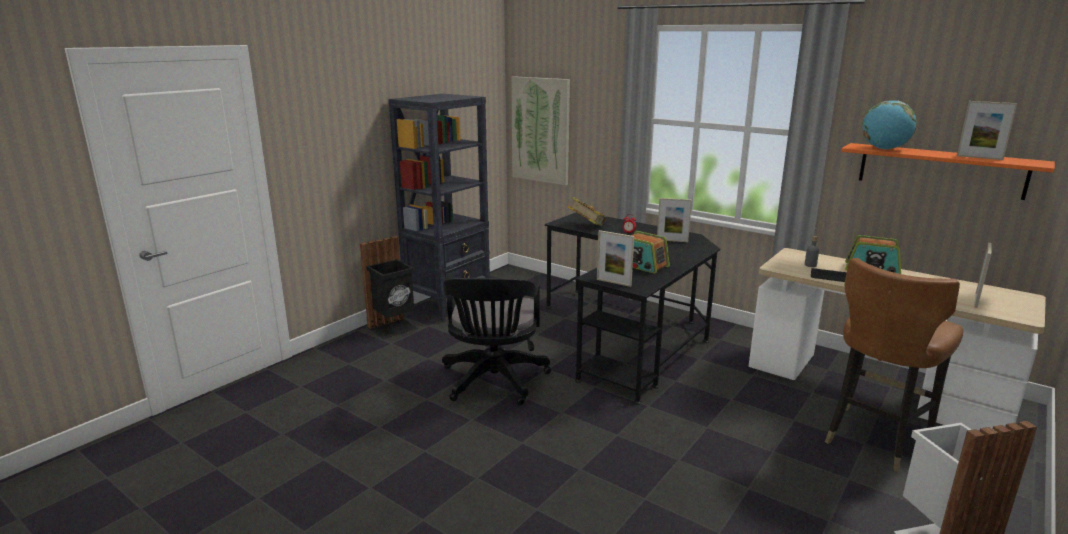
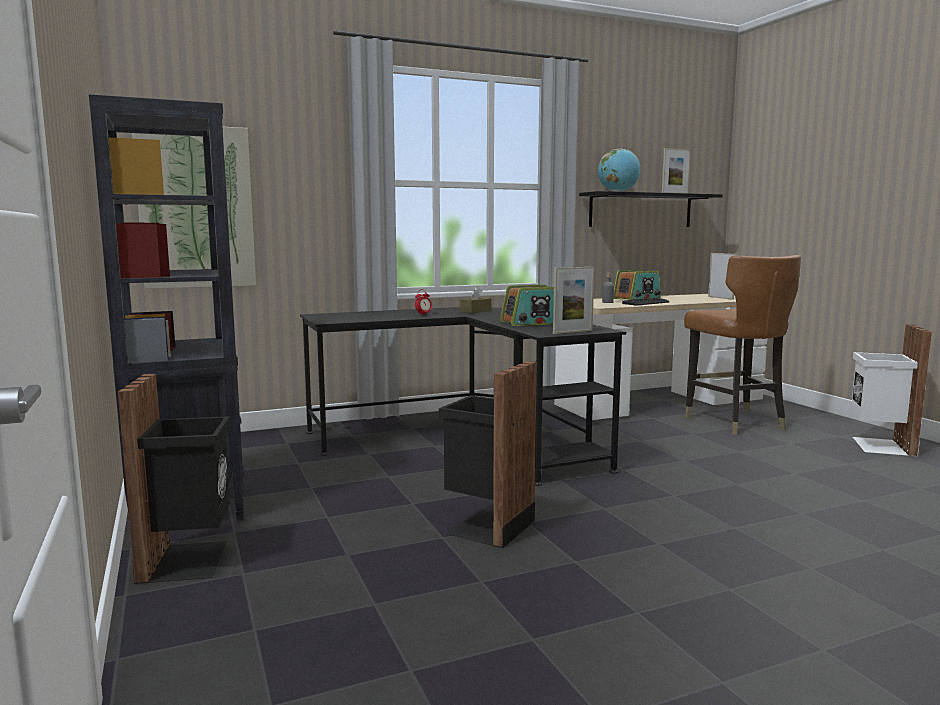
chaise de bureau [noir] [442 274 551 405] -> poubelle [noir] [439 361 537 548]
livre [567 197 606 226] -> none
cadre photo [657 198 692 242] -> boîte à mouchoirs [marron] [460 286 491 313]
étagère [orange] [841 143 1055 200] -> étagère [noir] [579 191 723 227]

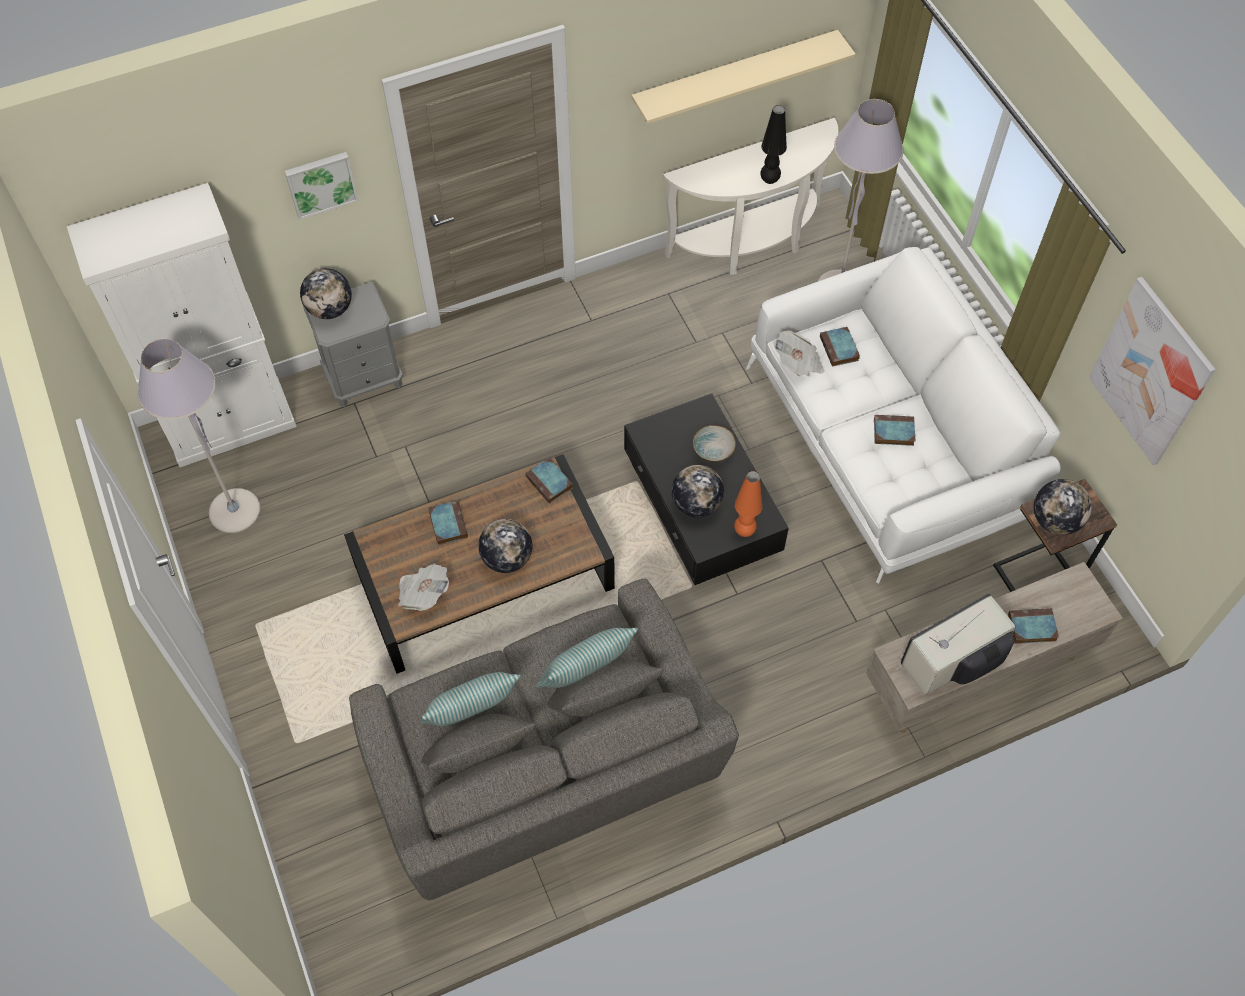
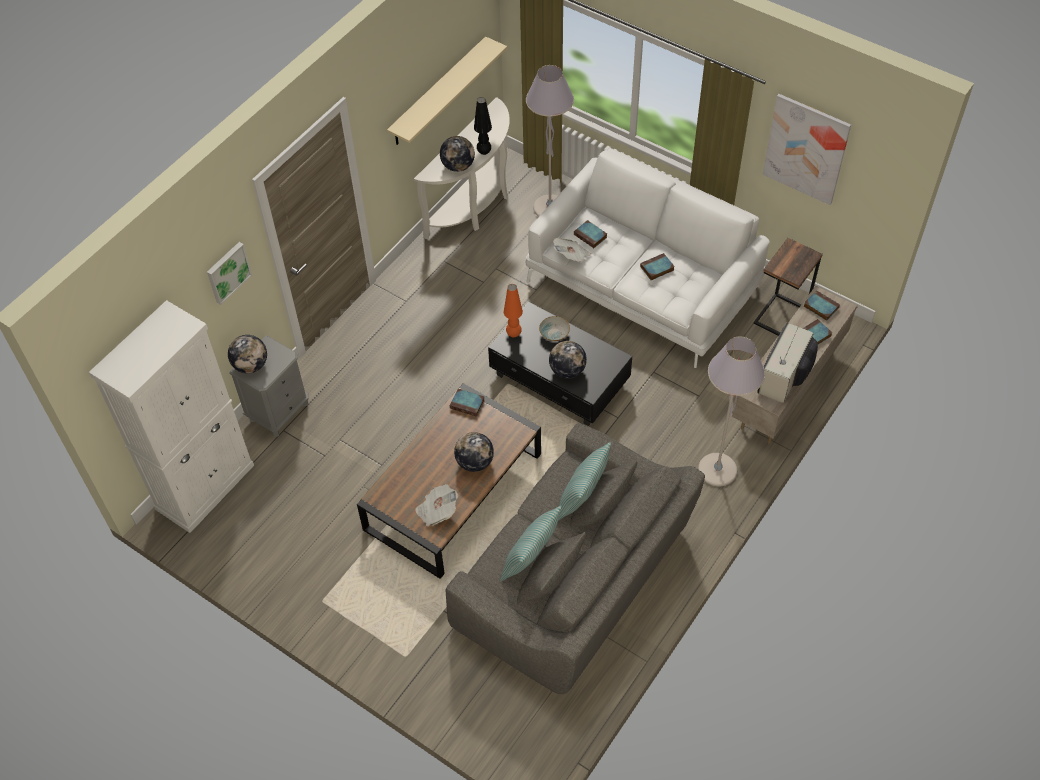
lampadaire [gris] [137 339 260 533] -> lampadaire [gris] [698 336 765 486], move
livre [429 500 468 545] -> livre [804 290 840 321], move
lampe de table [orange] [734 471 763 537] -> lampe de table [orange] [504 284 523 337], move
globe [1034 479 1092 535] -> globe [440 136 475 172], move

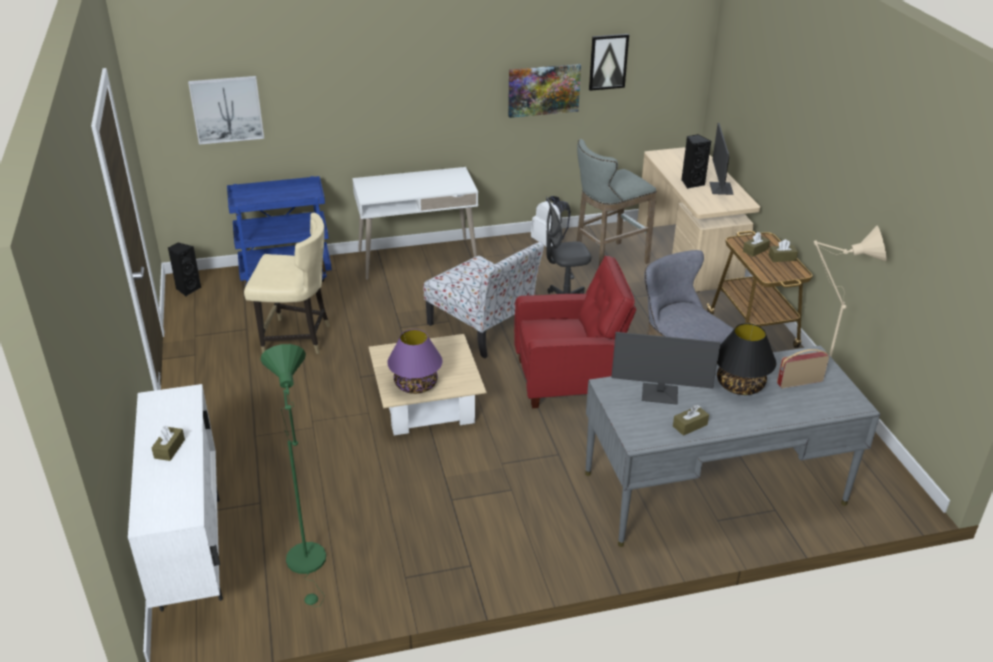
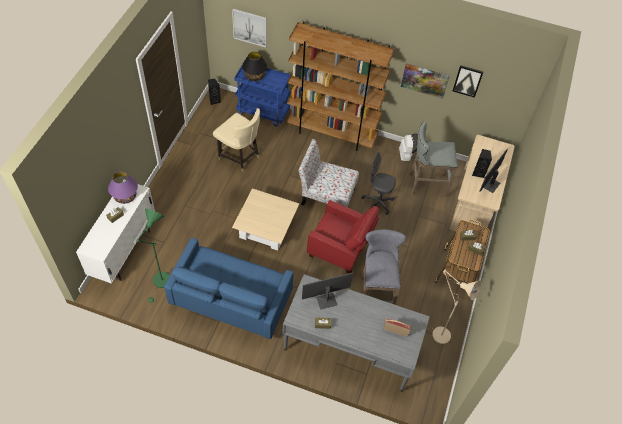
bureau [blanc] [352 167 478 280] -> bibliothèque [marron] [287 22 395 151]
lampe de table [violet] [387 329 443 394] -> lampe de table [violet] [108 172 138 204], move
chaise [423 242 544 358] -> chaise [298 139 359 207], 120 degrees clockwise
écran d'ordinateur [611 332 721 405] -> écran d'ordinateur [302 273 353 310], 120 degrees clockwise
lampe de table [noir] [717 323 776 395] -> lampe de table [noir] [242 52 267 81], move
none -> canapé [bleu] [164 238 294 339]

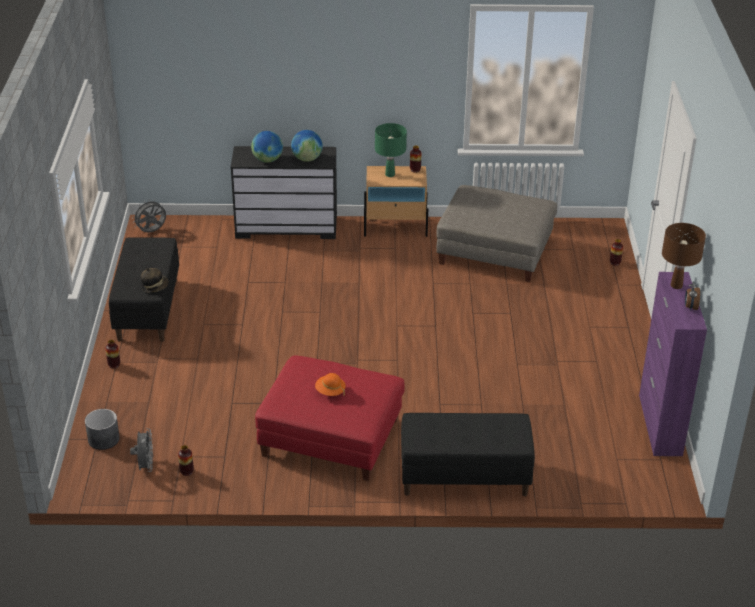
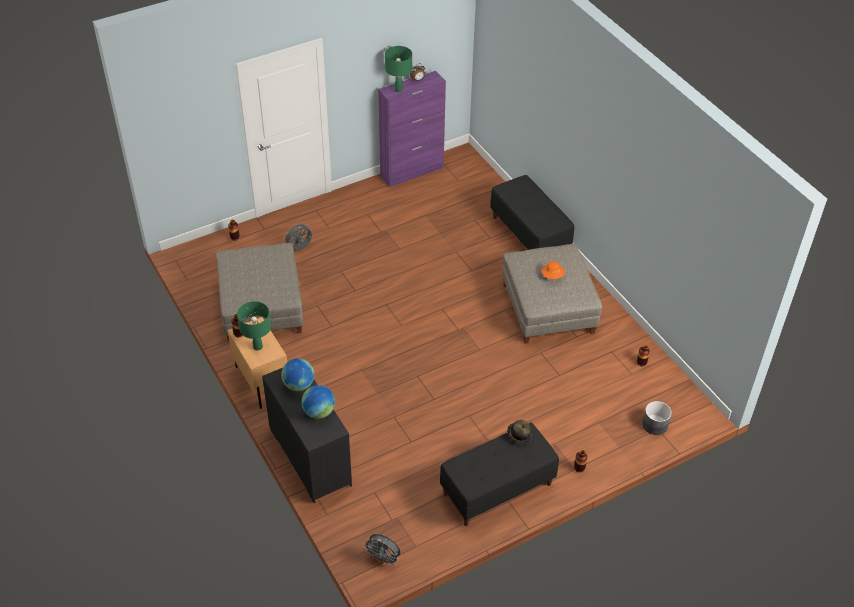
ventilateur [gris] [130 428 153 472] -> ventilateur [gris] [283 222 312 250], move
pouf [rouge] [255 355 405 481] -> pouf [gris] [502 244 602 344]
lampe de table [marron] [662 223 706 289] -> lampe de table [vert] [385 46 412 92]

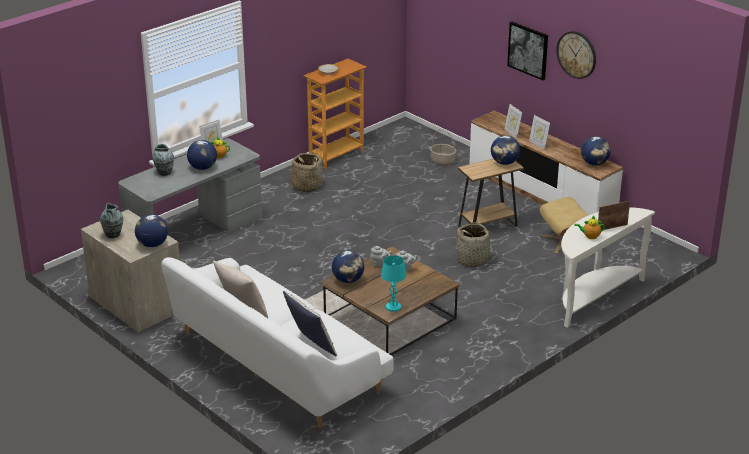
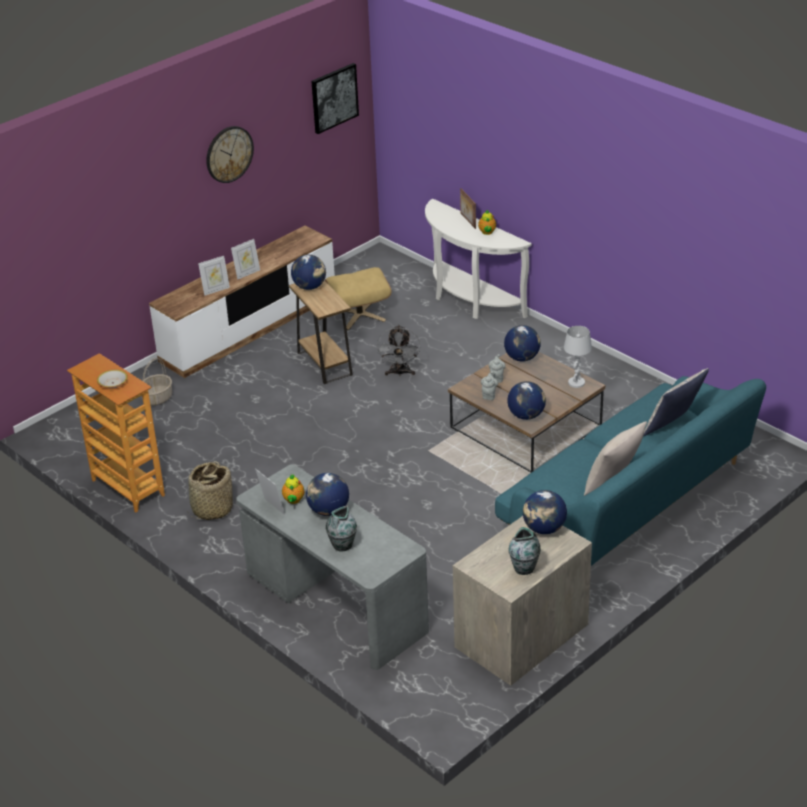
canapé [blanc] [161 257 394 428] -> canapé [turquoise] [495 376 766 566]
lampe de table [turquoise] [381 255 406 312] -> lampe de table [blanc] [564 326 592 388]
panier [453 222 493 267] -> ventilateur [gris] [377 325 420 375]
tableau [507 22 548 80] -> tableau [311 63 359 134], move
globe [581 136 610 166] -> globe [504 325 541 362], move

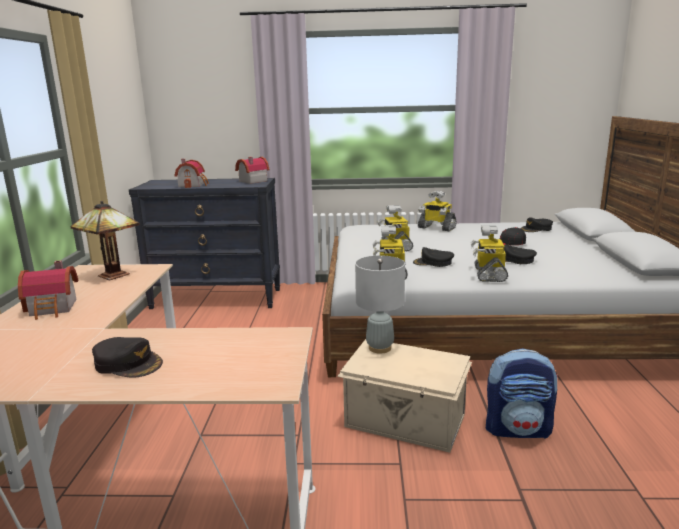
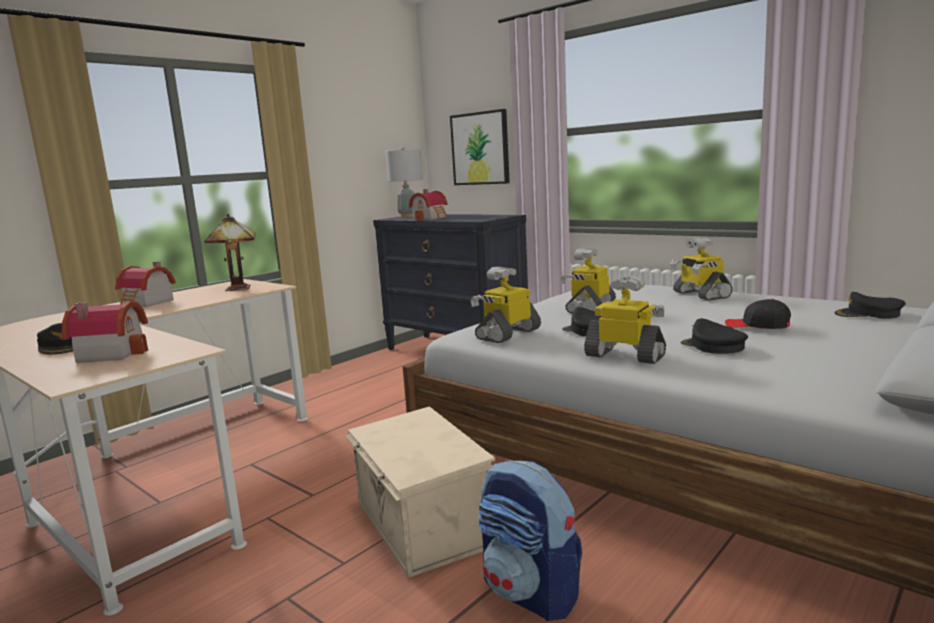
maison miniature [235 157 270 184] -> maison miniature [62 301 148 363], move
lampe de table [gris] [355 255 405 354] -> lampe de table [gris] [386 147 423 218], move
robot jouet [471 225 508 282] -> robot jouet [584 275 666 364], 75 degrees clockwise
none -> tableau [450 109 510 185]

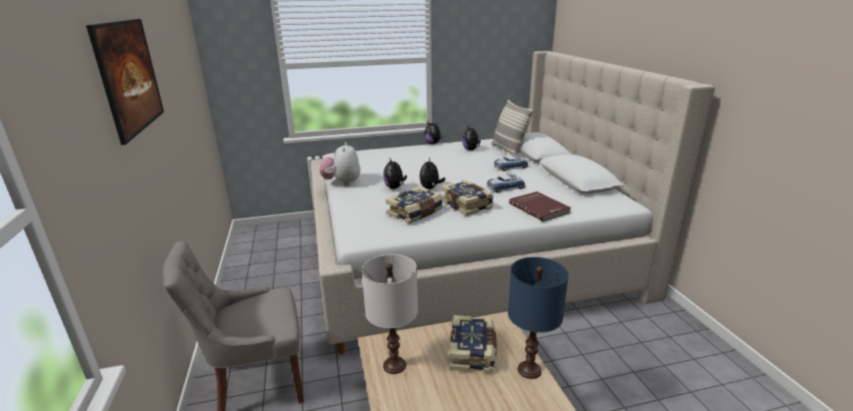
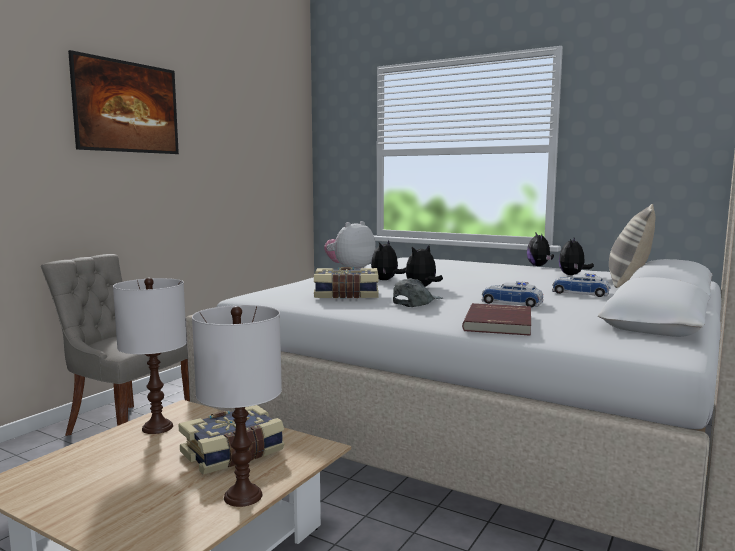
livre [440 180 493 216] -> casquette [gris] [393 278 443 307]
lampe de table [bleu] [508 257 569 379] -> lampe de table [blanc] [192 305 282 507]

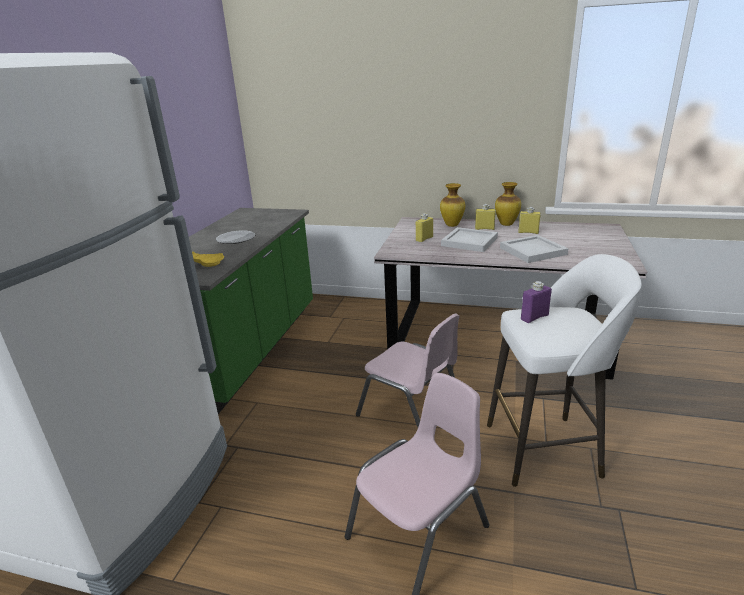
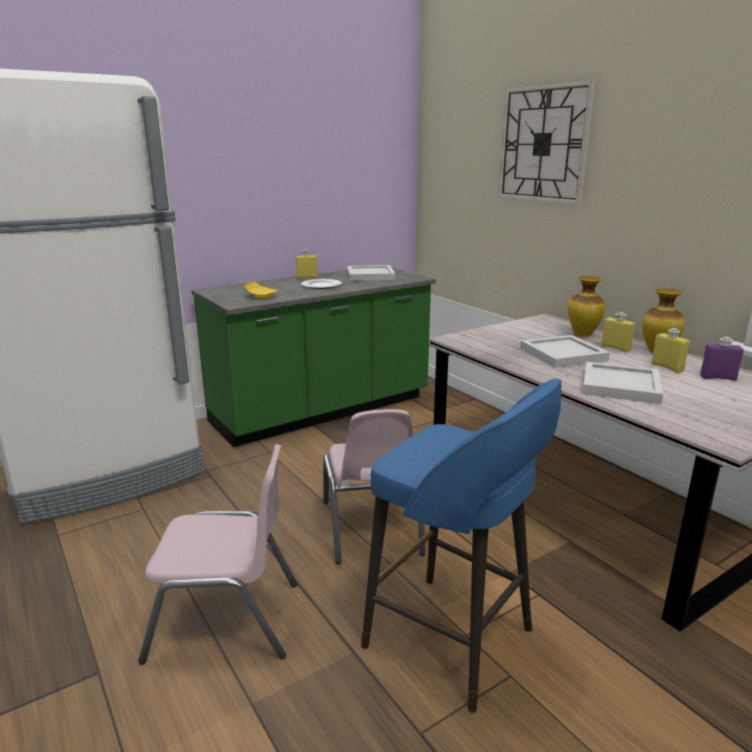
bouteille [jaune] [416 213 433 242] -> bouteille [jaune] [296 250 317 279], move
tabouret [blanc] [487 254 641 487] -> tabouret [bleu] [361 378 562 713]
bouteille [violet] [521 281 552 323] -> bouteille [violet] [700 337 744 381], move
none -> plateau [blanc] [347 265 396 281]
none -> horloge murale [498 80 596 205]

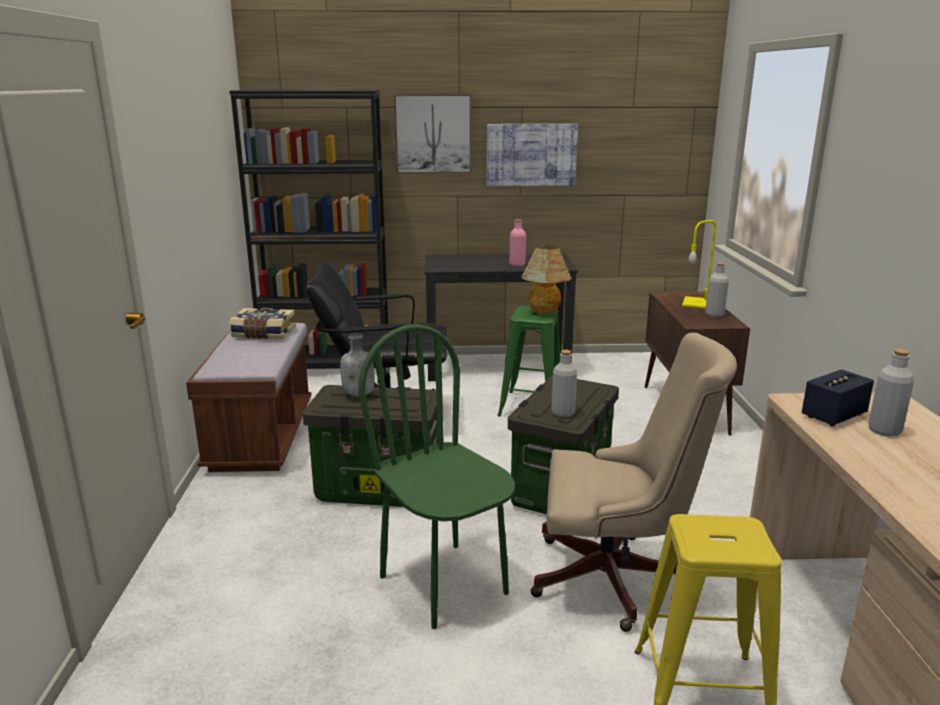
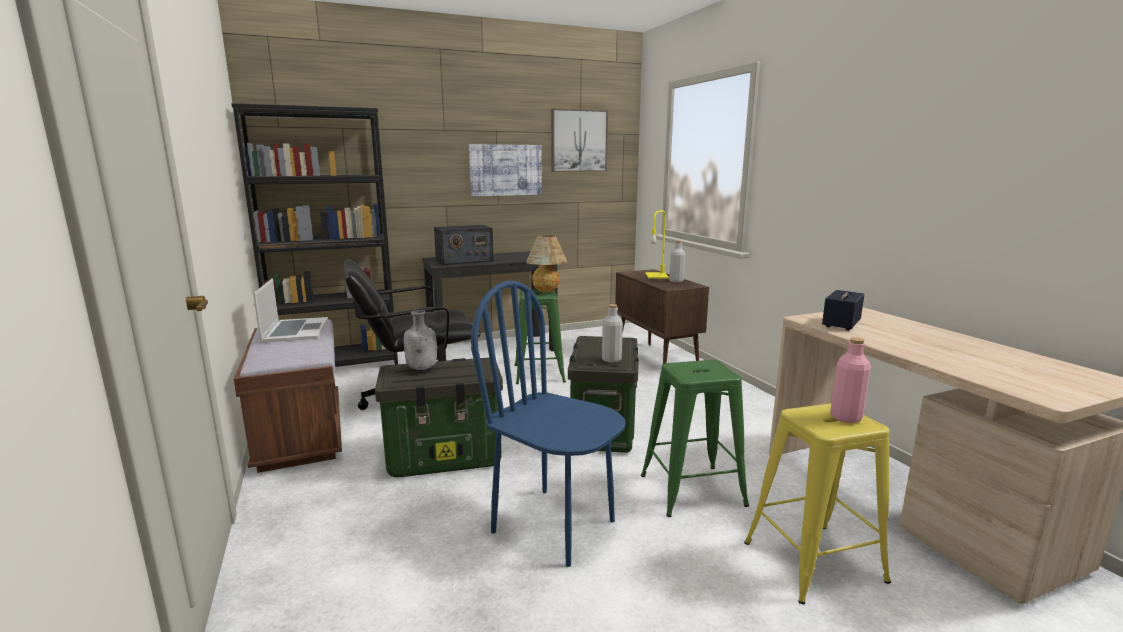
livre [229 308 296 339] -> ordinateur portable [253 278 328 342]
chaise [vert] [358 324 515 629] -> chaise [bleu] [471 281 625 567]
tableau [394 94 472 174] -> tableau [551 108 608 172], move
bouteille [rose] [509 219 526 267] -> bouteille [rose] [830 337 871 423], move
chaise de bureau [beige] [531 333 737 632] -> tabouret [vert] [641 360 749 517]
bouteille [gris] [868 349 914 437] -> none
none -> radio [434 225 494 265]

